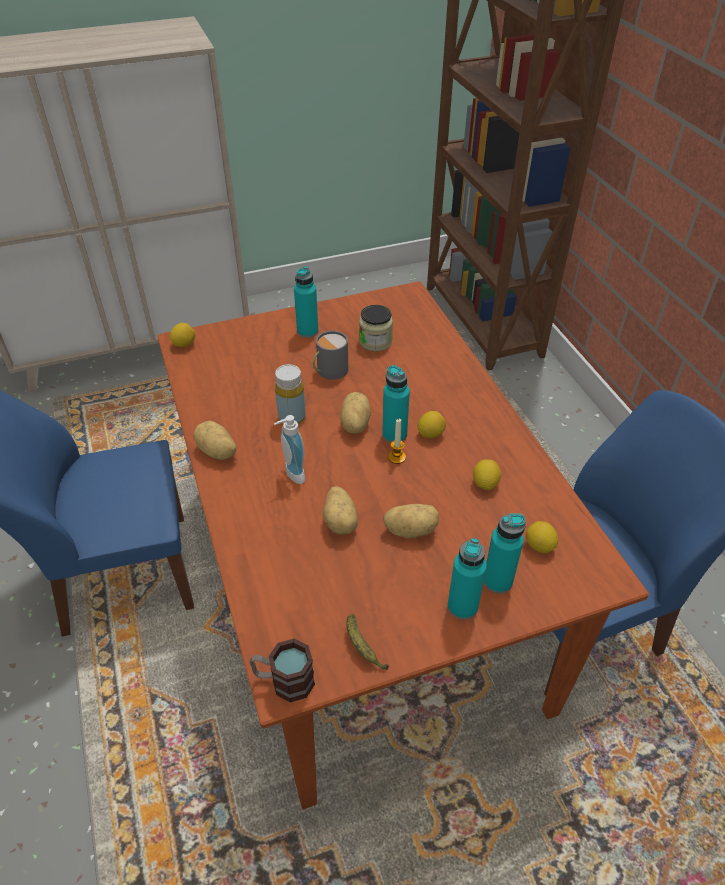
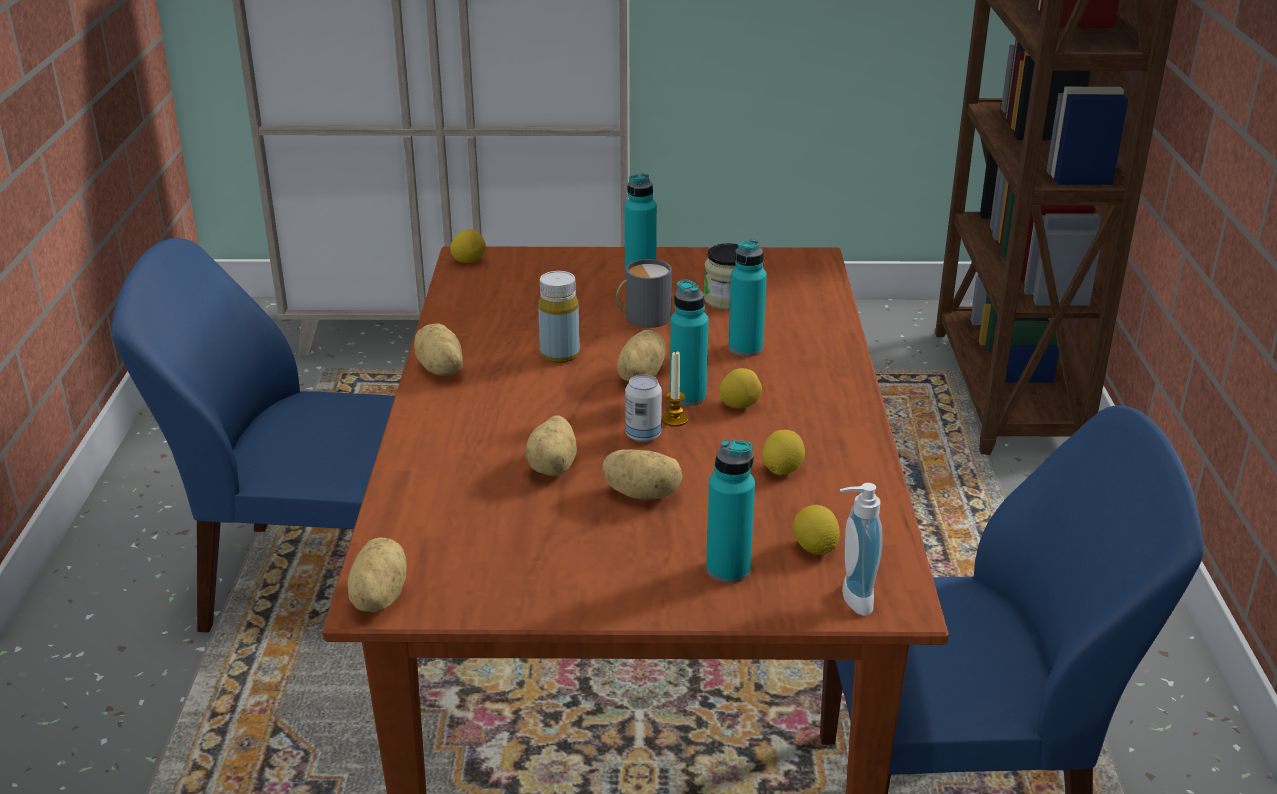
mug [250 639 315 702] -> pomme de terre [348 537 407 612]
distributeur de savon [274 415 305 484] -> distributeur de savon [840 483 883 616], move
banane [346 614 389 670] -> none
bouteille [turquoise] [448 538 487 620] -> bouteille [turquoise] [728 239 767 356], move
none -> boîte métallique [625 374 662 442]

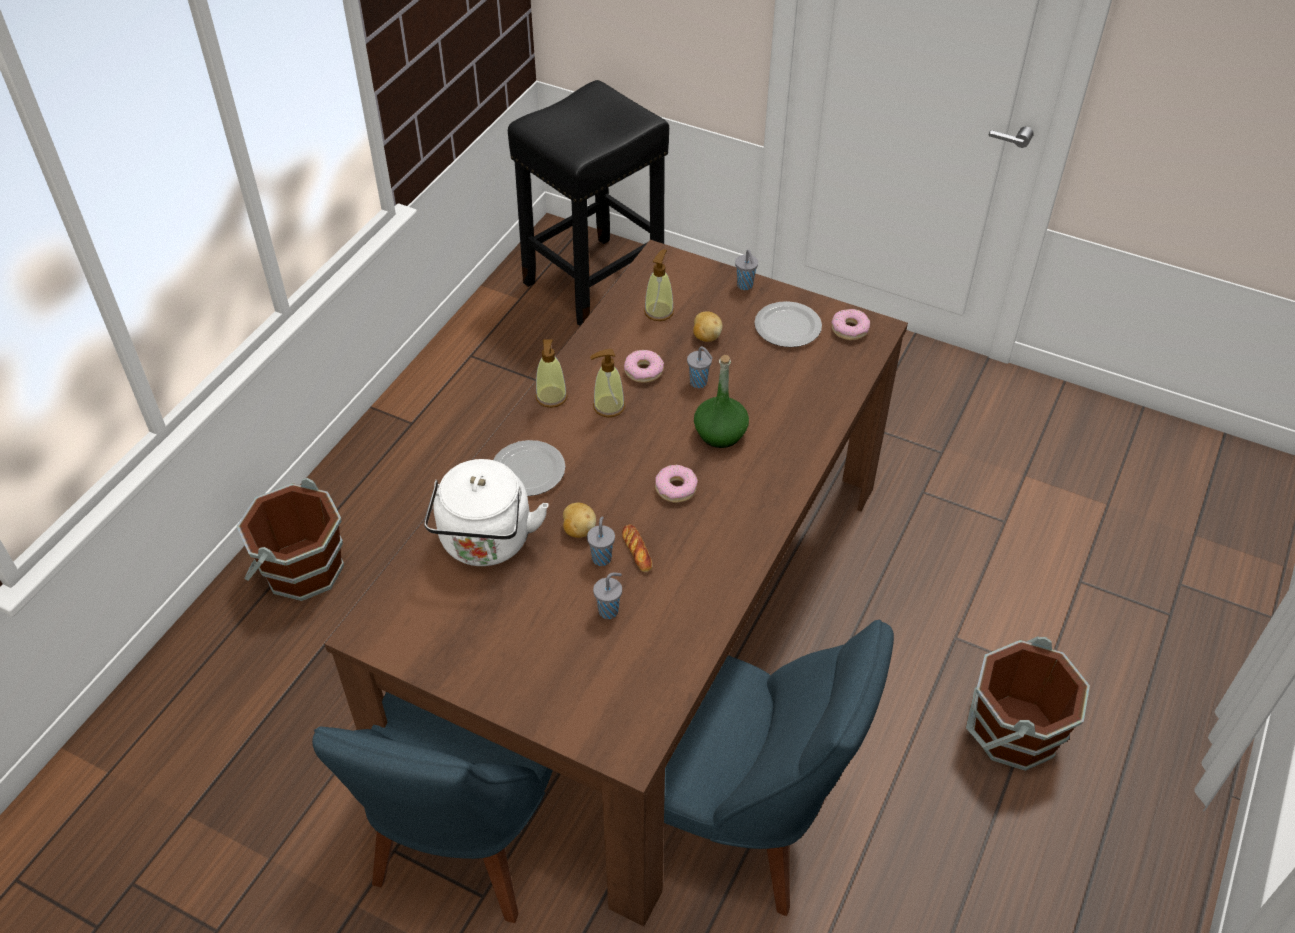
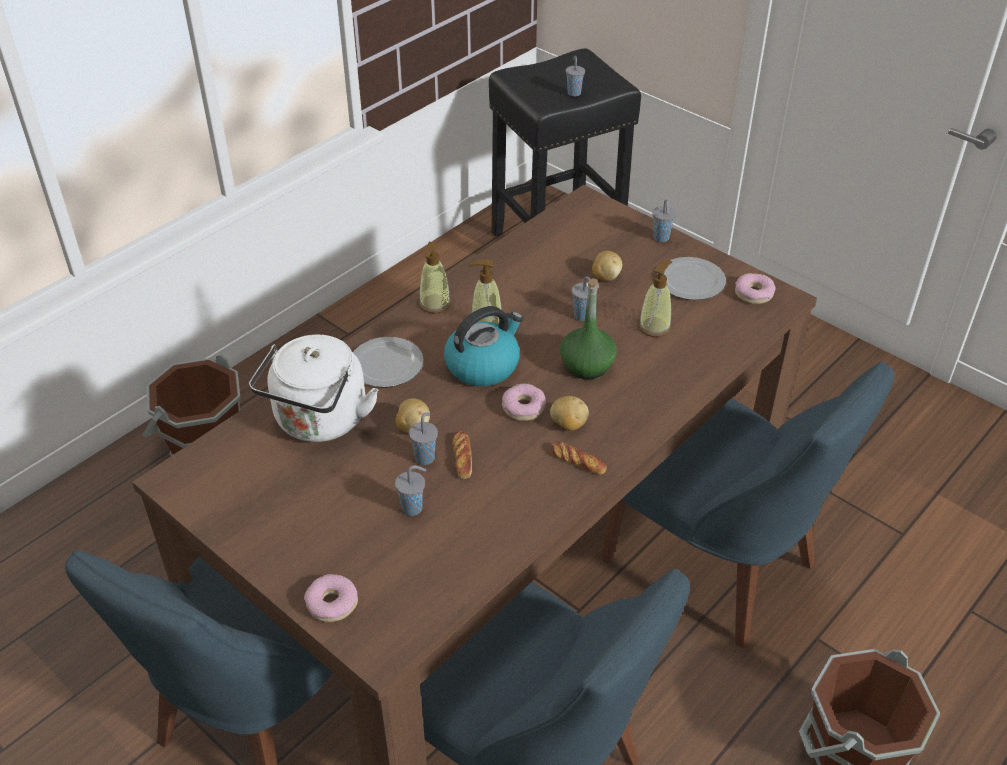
beignet [624 350 664 383] -> beignet [304 574 358 622], move
distributeur de savon [644 249 674 321] -> distributeur de savon [639 260 672 337], move
none -> bouilloire [444 306 523 386]
none -> pomme de terre [550 396 589 430]
none -> pain [550 442 607 475]
none -> tasse [gris] [566 55 585 96]
none -> chaise [bleu] [602 362 894 648]

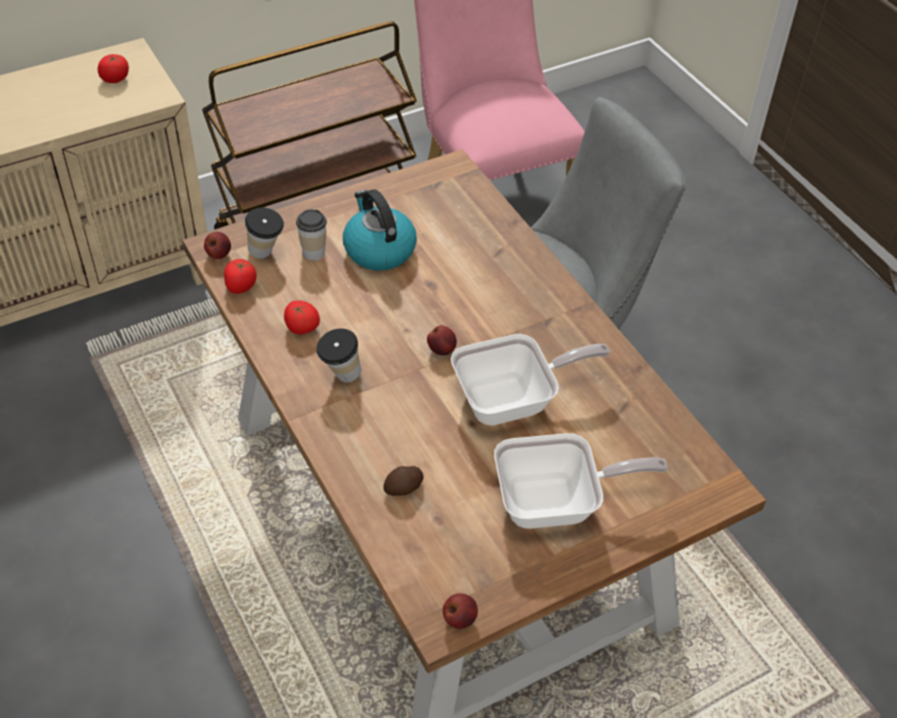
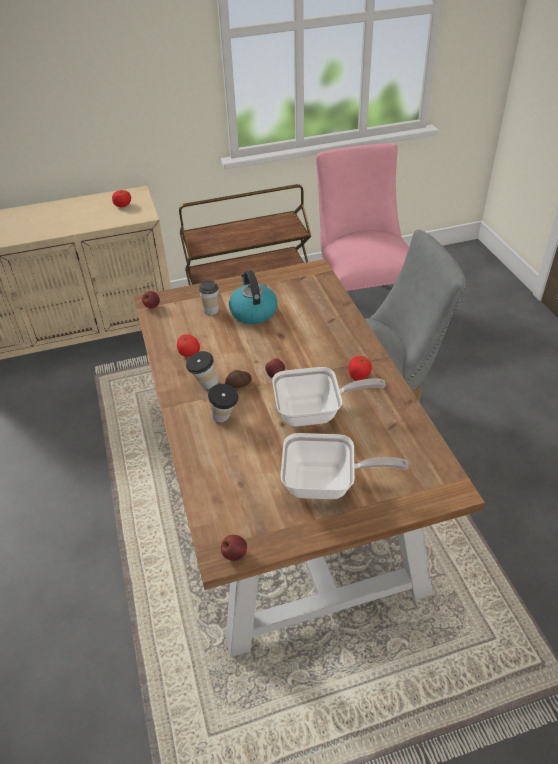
tomate [224 259 257 294] -> tomate [349 356 372 380], move
tasse [245 208 284 259] -> tasse [208 384 239 422], move
pomme de terre [383 466 423 496] -> pomme de terre [225 370 252 388], move

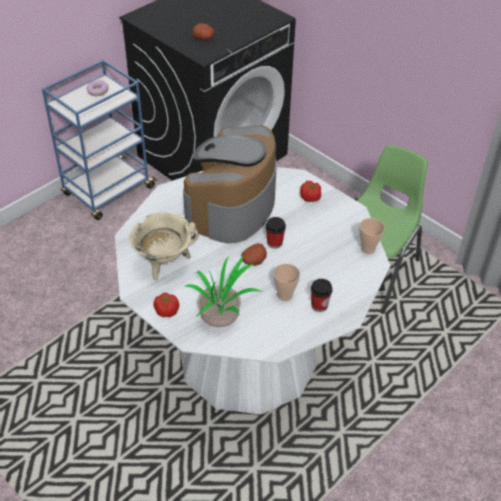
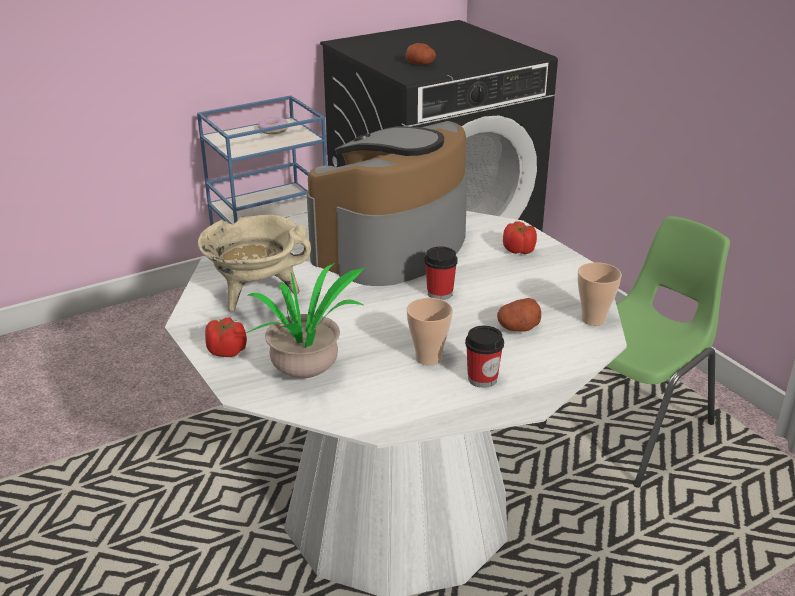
pomme de terre [241 243 267 266] -> pomme de terre [497 298 541 332], move

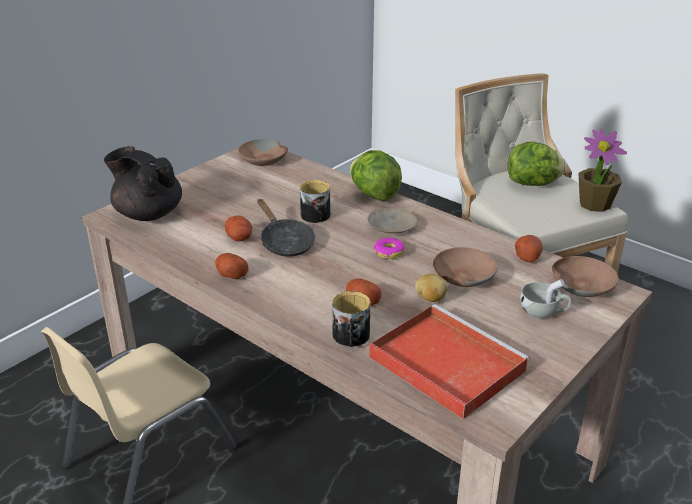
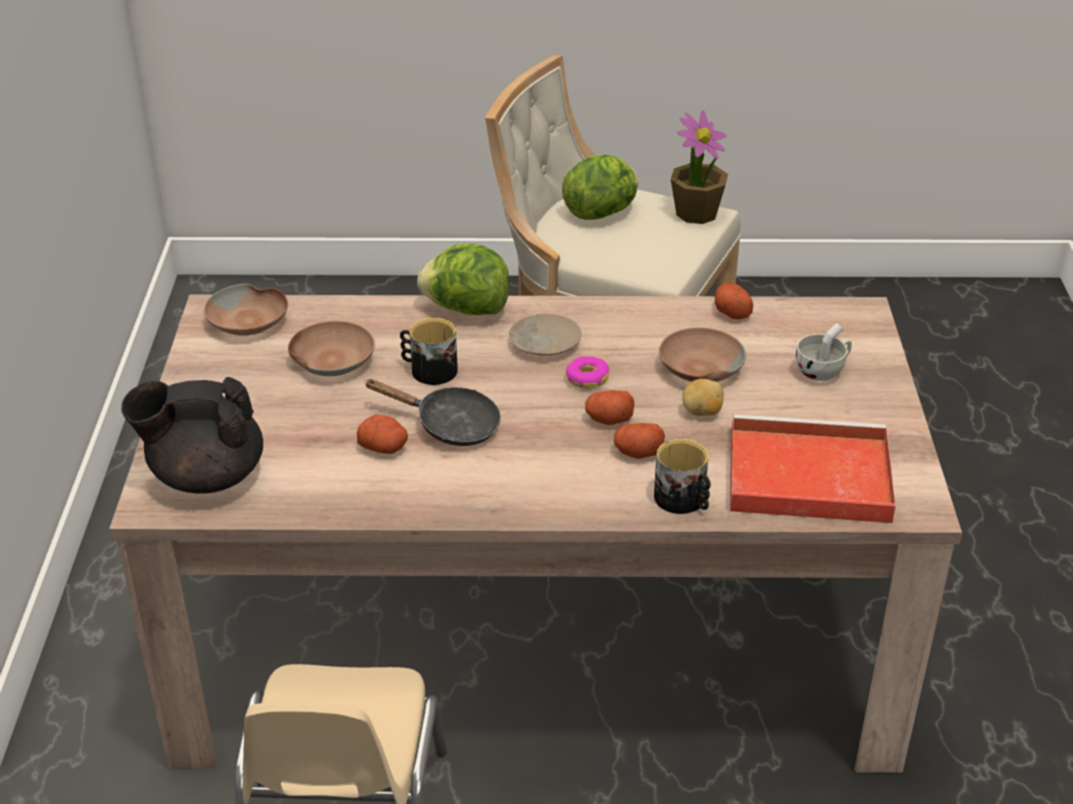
pomme de terre [215 253 248 279] -> pomme de terre [585 390 635 425], move
bol [marron] [552 256 619 297] -> bol [marron] [288 321 375 376], move

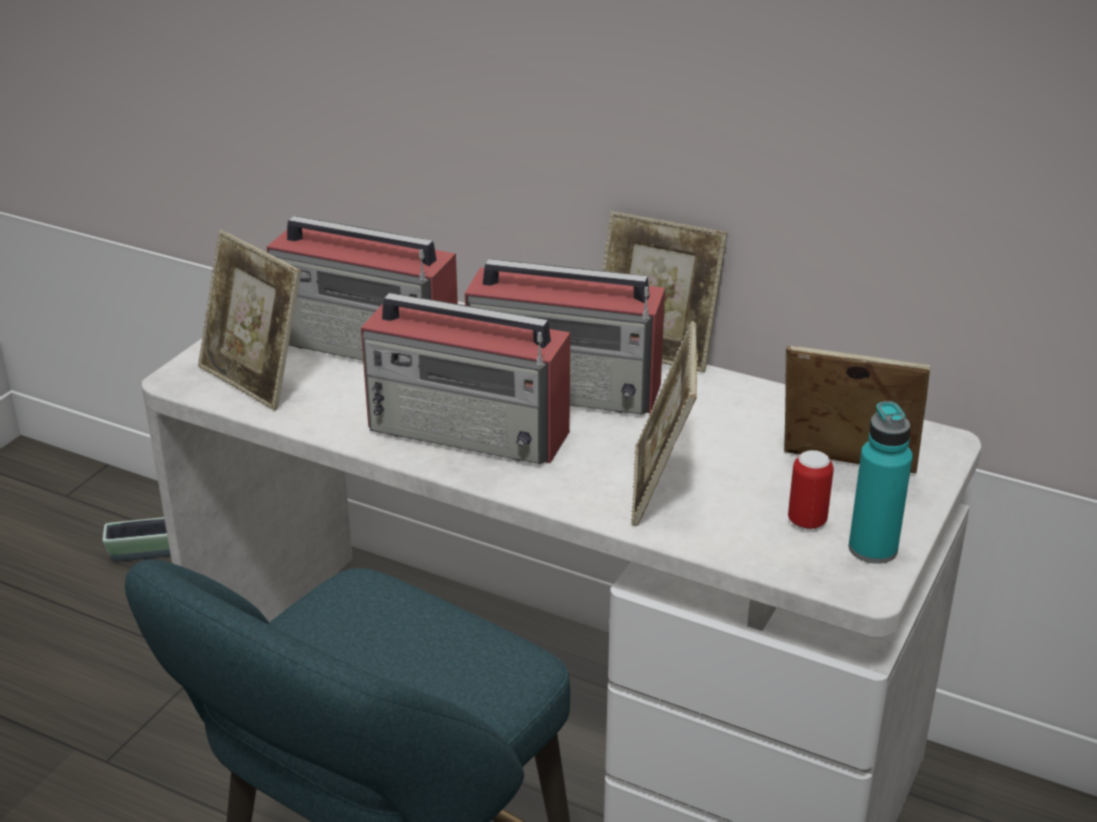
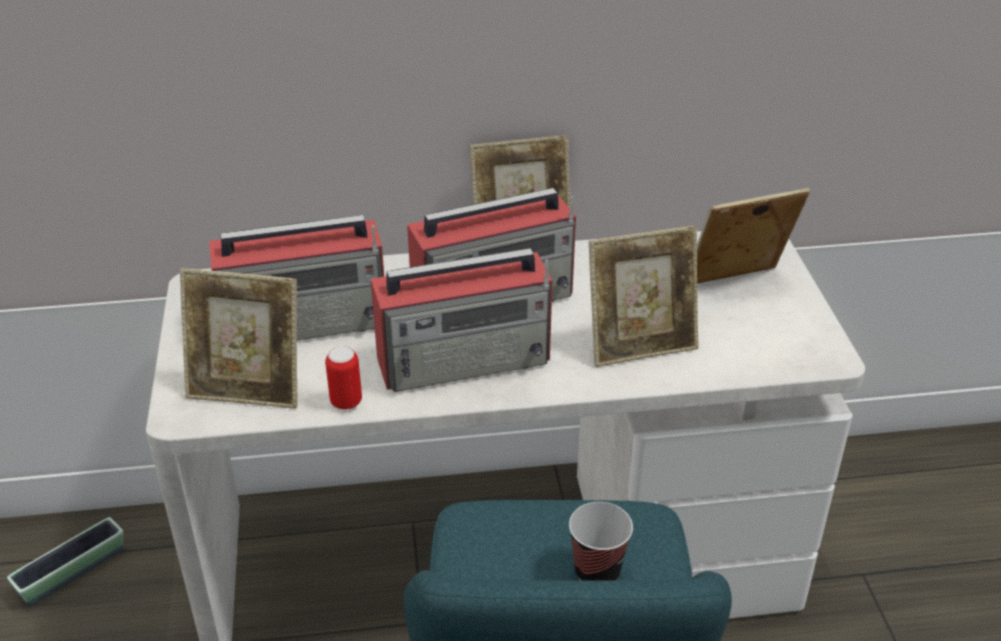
cadre photo [631 321 698 526] -> cadre photo [589 226 698 367], 75 degrees counterclockwise
boîte métallique [788 450 834 530] -> boîte métallique [325 346 362 410], move
bouteille [turquoise] [849 401 913 564] -> none
none -> tasse [569 502 633 581]

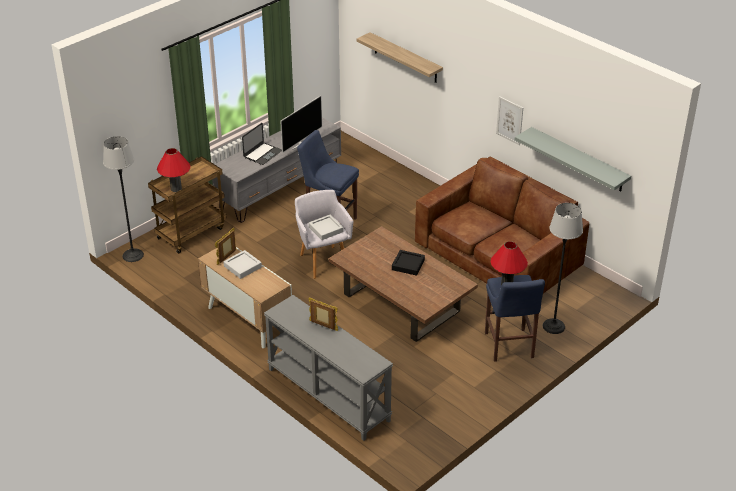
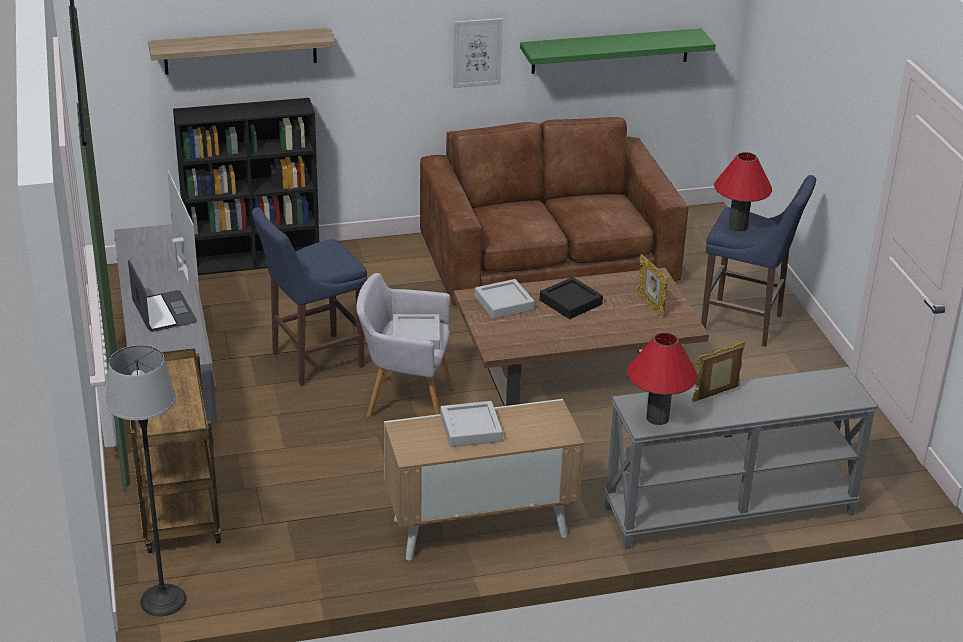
lampe de table [rouge] [157 148 190 192] -> lampe de table [rouge] [627 333 698 425], move
cadre photo [215 228 236 265] -> cadre photo [637 254 668 318], move
étagère [gris] [515 127 631 191] -> étagère [vert] [520 28 716 74]
lampadaire [543 203 583 334] -> none
none -> bibliothèque [noir] [173 98 319 275]
none -> plateau [gris] [475 279 534 319]

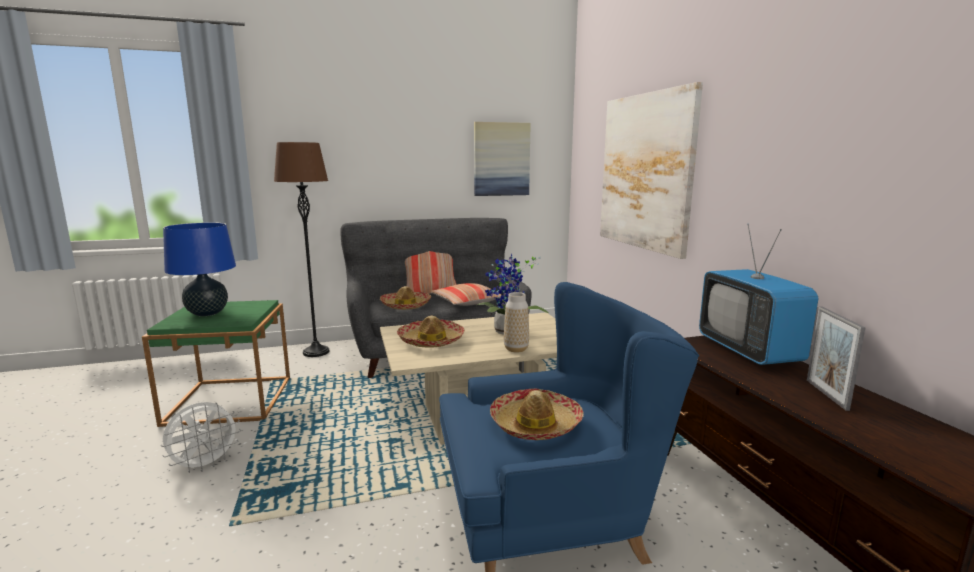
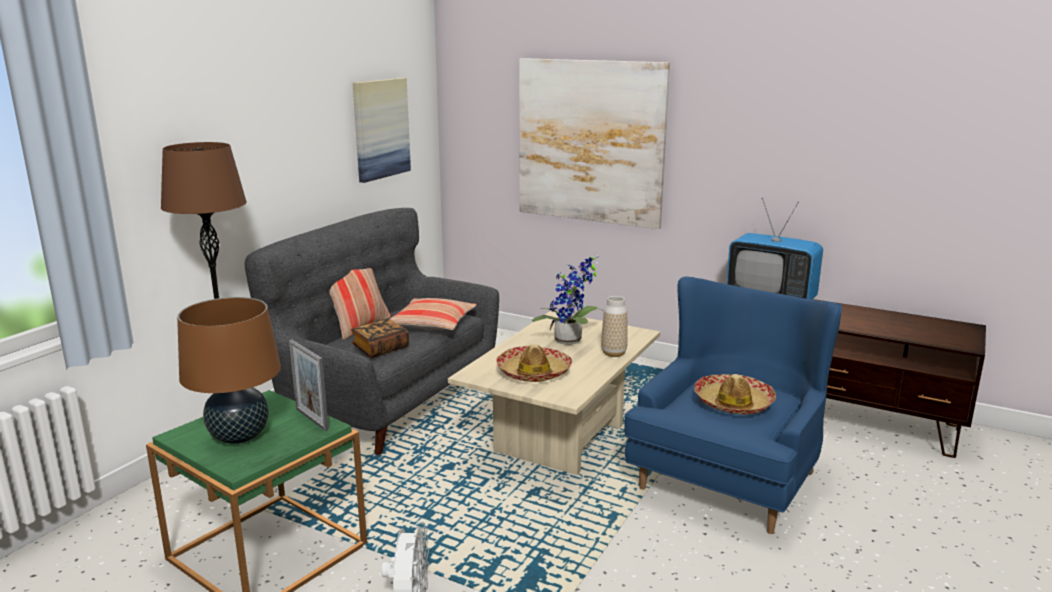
lampe de table [bleu] [163 222 236 316] -> lampe de table [marron] [177 297 281 444]
chapeau [380 286 431 310] -> livre [351 319 409 358]
cadre photo [807 307 865 411] -> cadre photo [289 340 329 431], move

